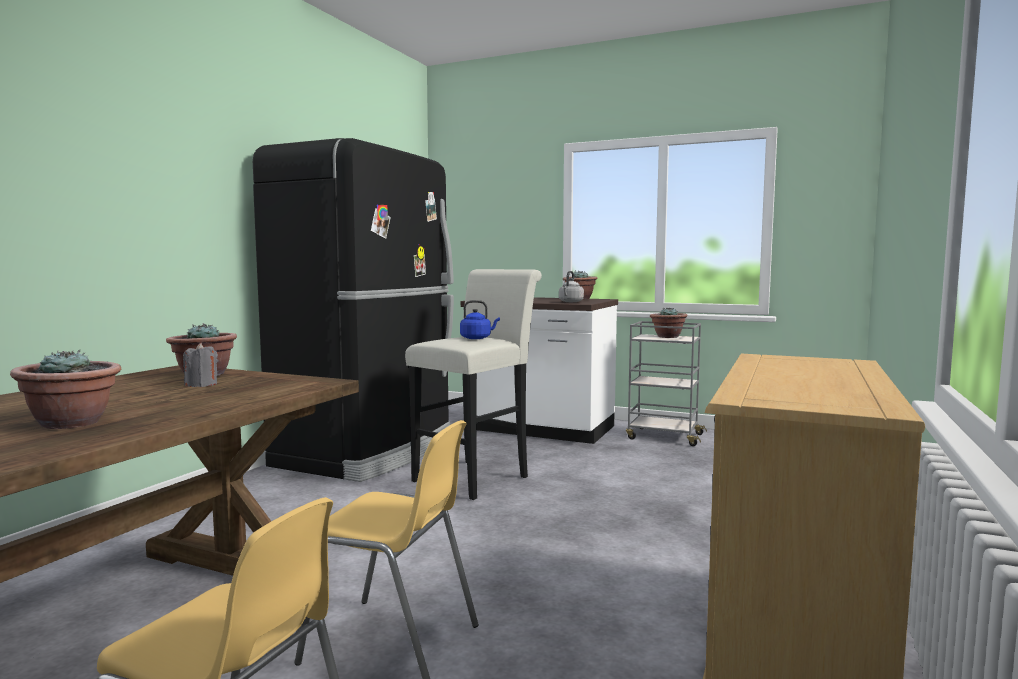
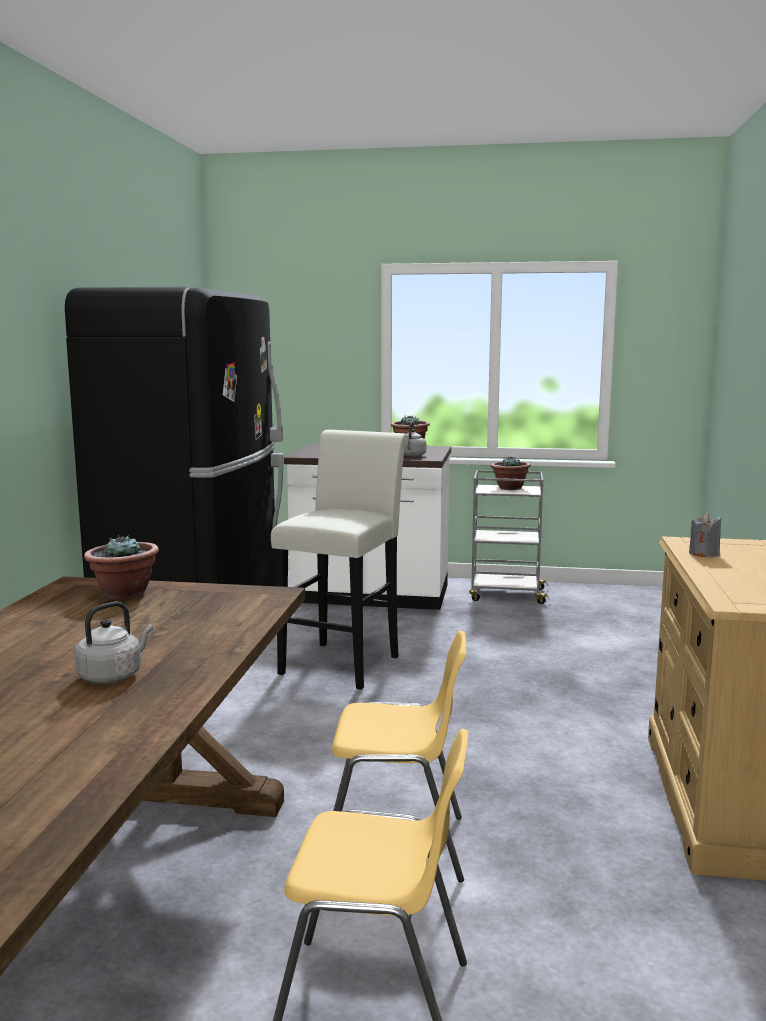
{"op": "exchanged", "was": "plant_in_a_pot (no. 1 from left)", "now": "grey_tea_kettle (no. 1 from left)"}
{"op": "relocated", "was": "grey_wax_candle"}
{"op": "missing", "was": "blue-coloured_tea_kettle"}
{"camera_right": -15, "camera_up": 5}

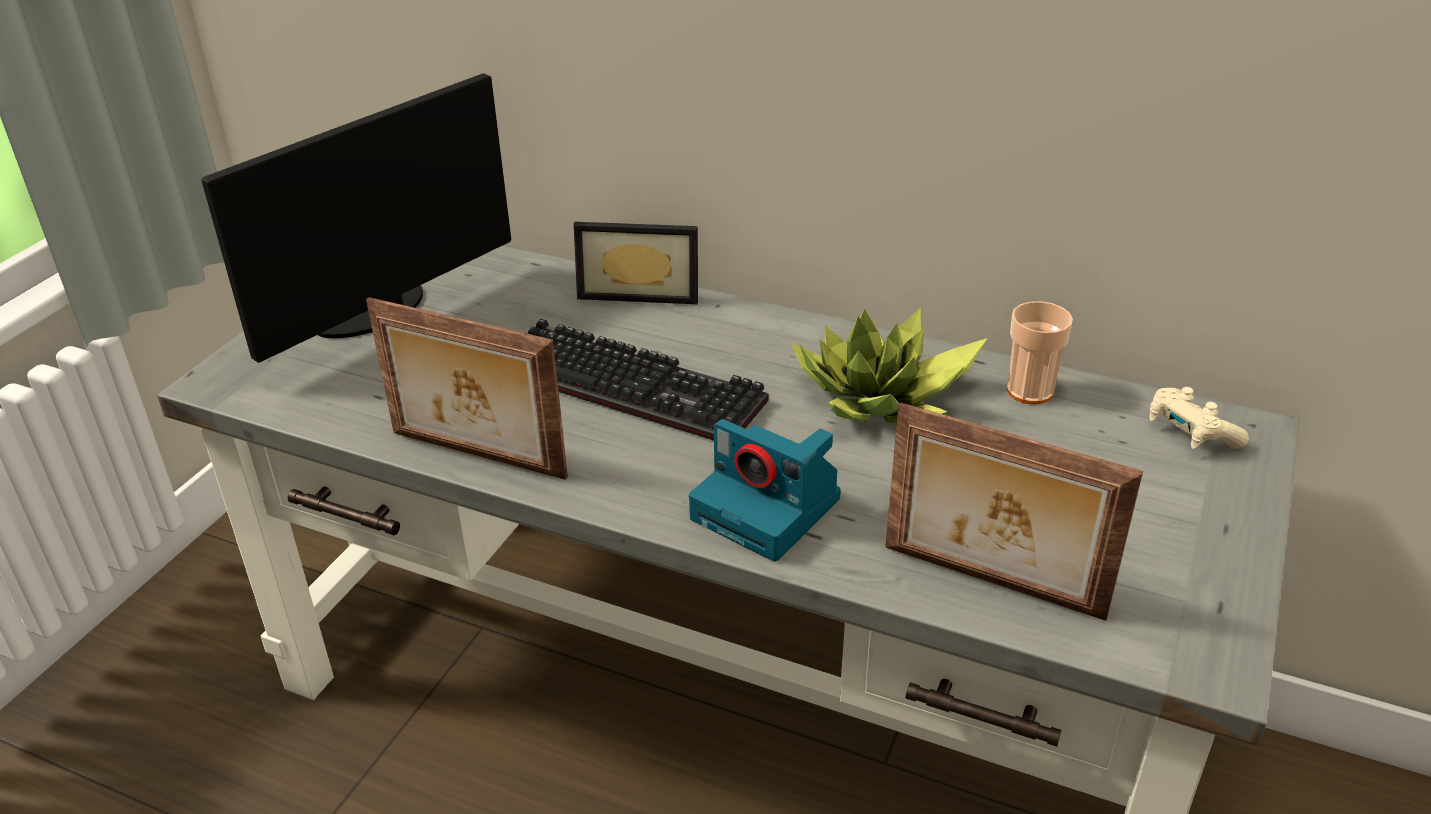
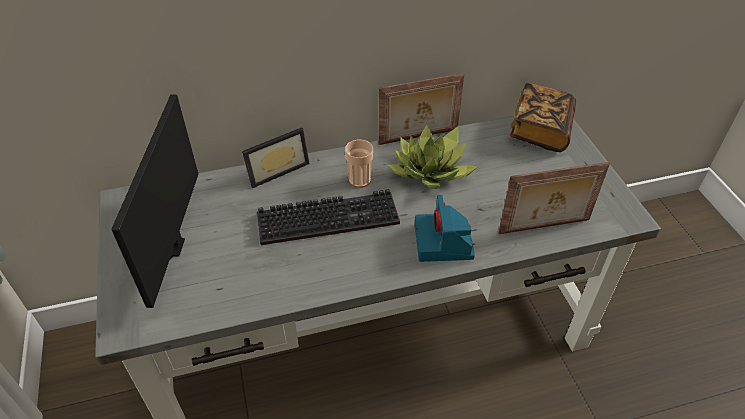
{"op": "relocated", "was": "standing_frame (no. 1 from left in the first image)", "now": "standing_frame (no. 2 from left)"}
{"op": "spun", "was": "still_camera", "clockwise": 90}
{"op": "relocated", "was": "small_cup"}
{"op": "exchanged", "was": "beige-coloured_gamepad", "now": "book"}
{"camera_right": -40, "camera_up": 10}

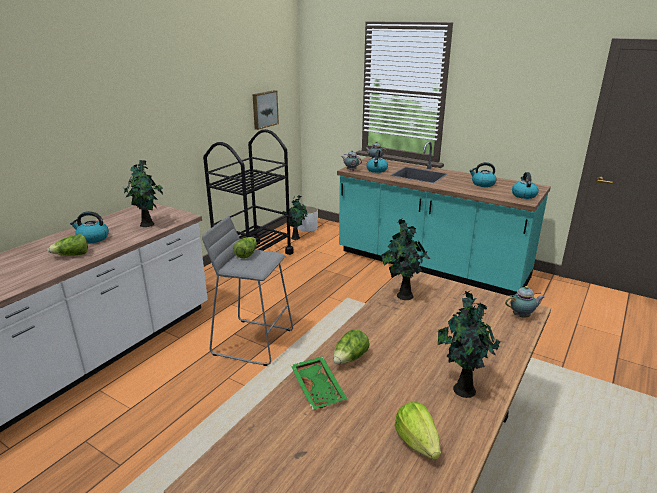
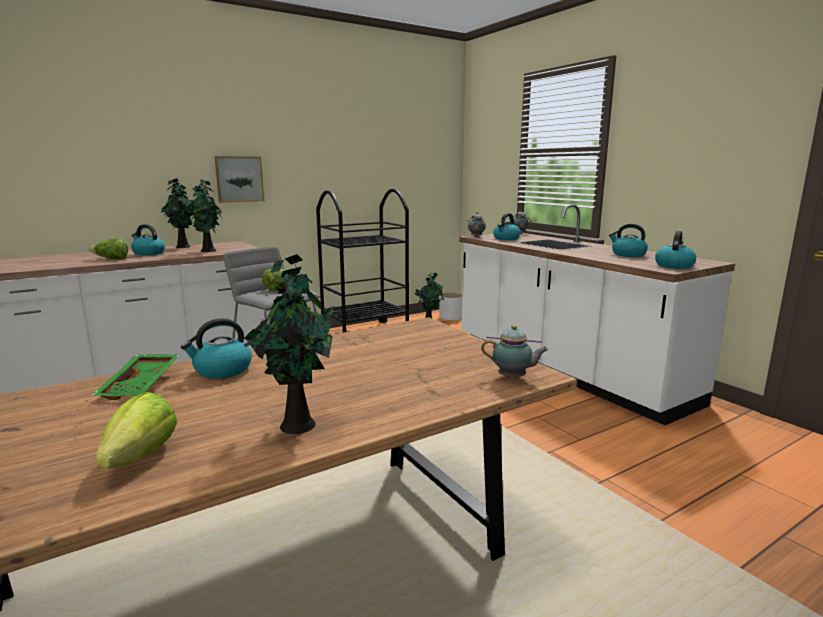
{"op": "relocated", "was": "wall_art"}
{"op": "exchanged", "was": "lettuce_head (no. 3 from left)", "now": "tea_kettle (no. 2 from left)"}
{"op": "colour", "was": "blue-green_kitchen_counter", "now": "white-coloured_kitchen_counter (no. 2 from left)"}
{"op": "relocated", "was": "plant_in_a_pot (no. 3 from left in the first image)", "now": "plant_in_a_pot (no. 1 from left)"}
{"camera_right": 25, "camera_up": -10}

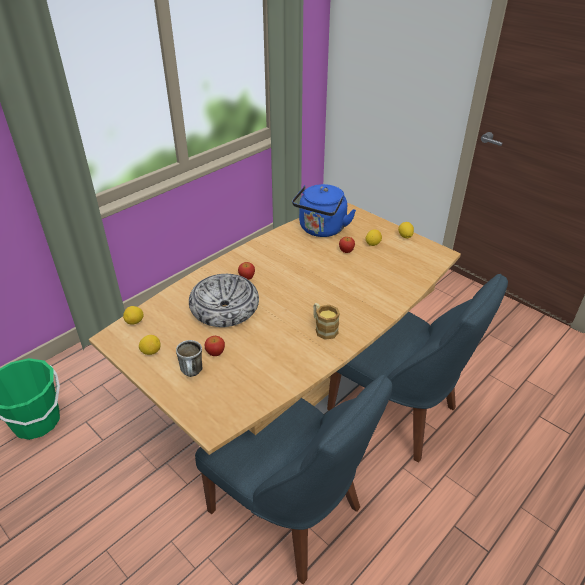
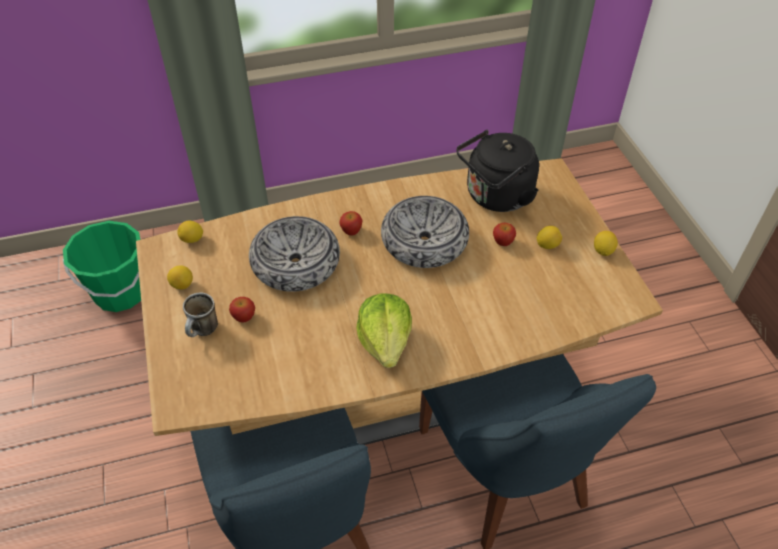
{"op": "colour", "was": "blue-coloured_tea_kettle", "now": "blackish_tea_kettle"}
{"op": "exchanged", "was": "tea_mug (no. 2 from left)", "now": "lettuce_head"}
{"op": "appeared", "now": "deep_dish (no. 2 from left)"}
{"camera_right": 30, "camera_up": 10}

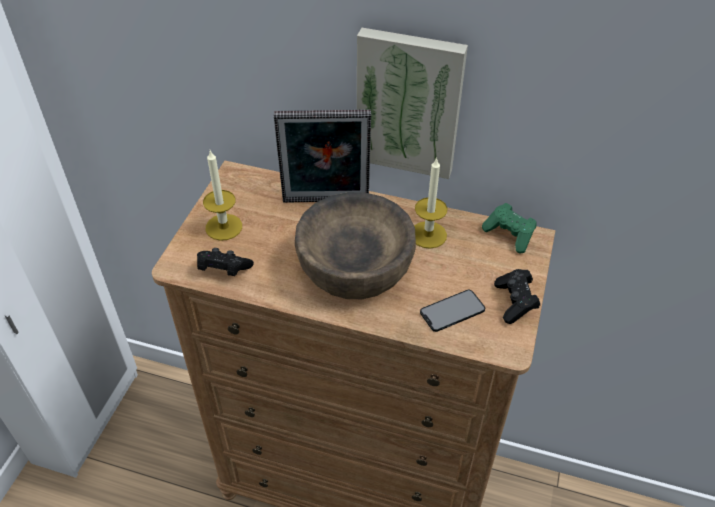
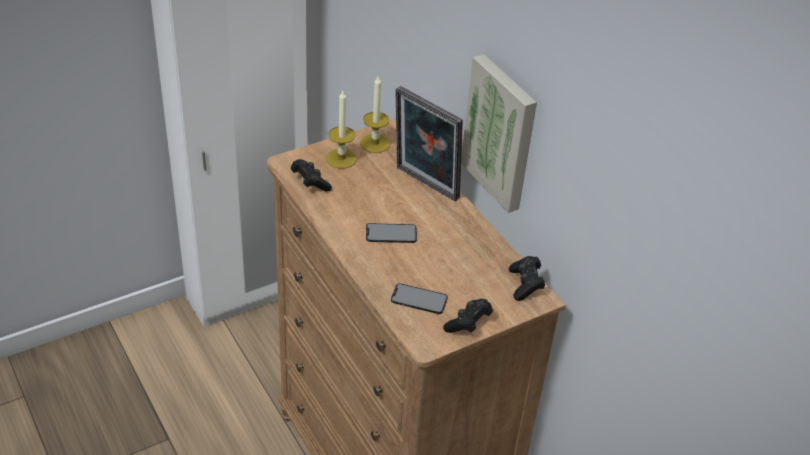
{"op": "exchanged", "was": "brown_deep_dish", "now": "handset (no. 1 from left)"}
{"op": "relocated", "was": "wax_candle (no. 2 from left)"}
{"op": "colour", "was": "greenish_gamepad", "now": "blackish_gamepad (no. 3 from left)"}
{"camera_right": 40, "camera_up": -5}

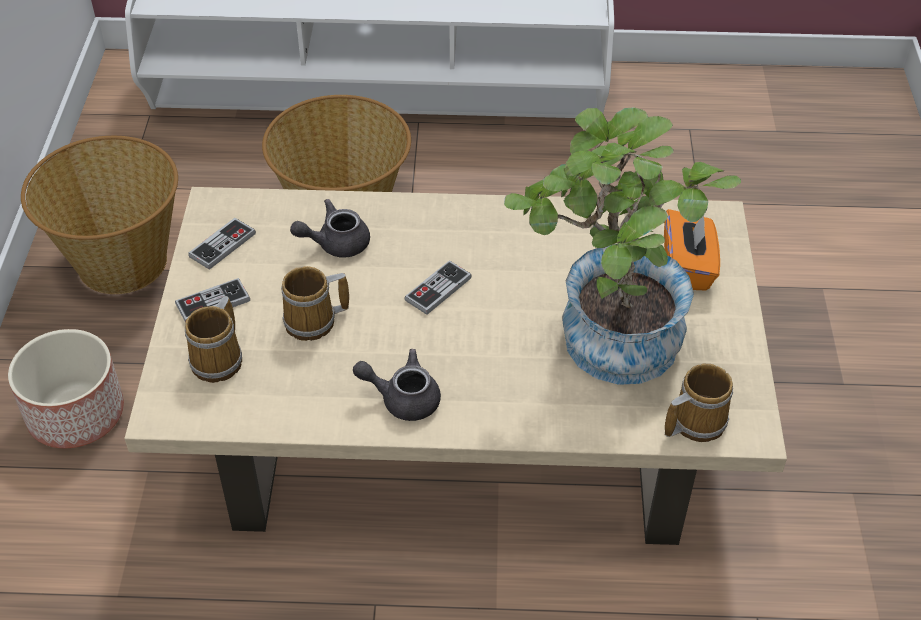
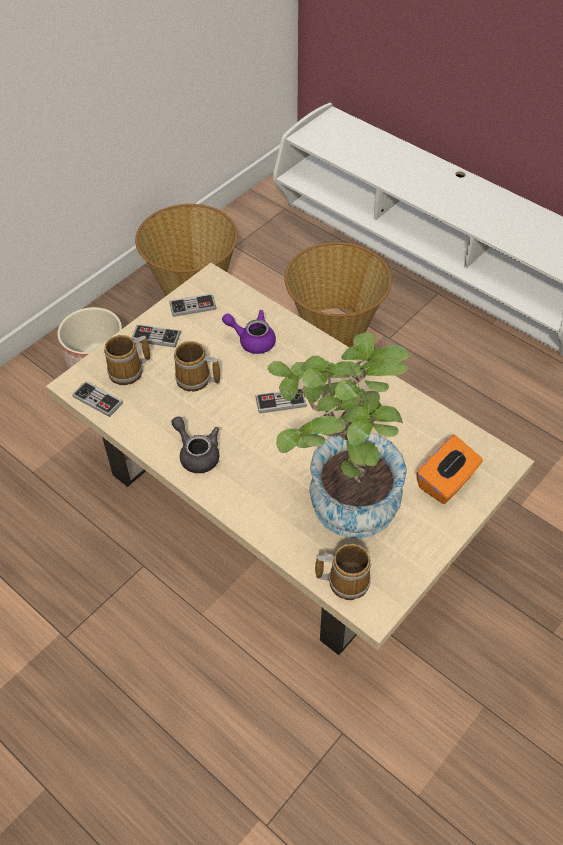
{"op": "colour", "was": "grey_tea_pot (no. 1 from left)", "now": "purple_tea_pot"}
{"op": "appeared", "now": "gamepad (no. 1 from left)"}
{"camera_right": 40, "camera_up": 5}

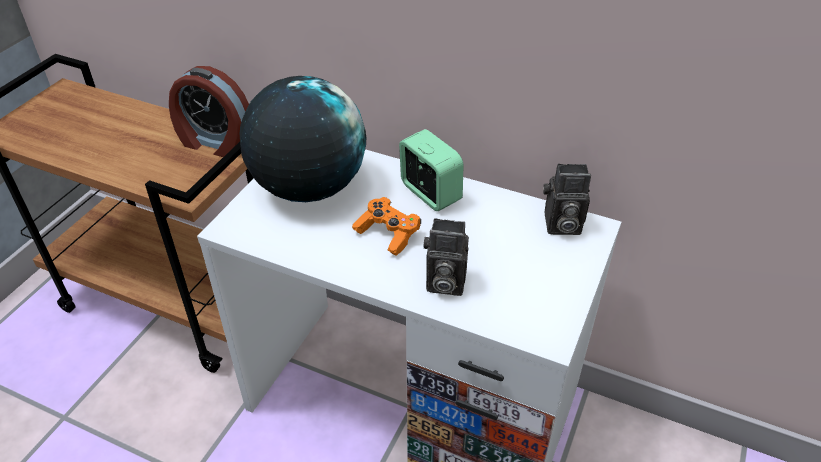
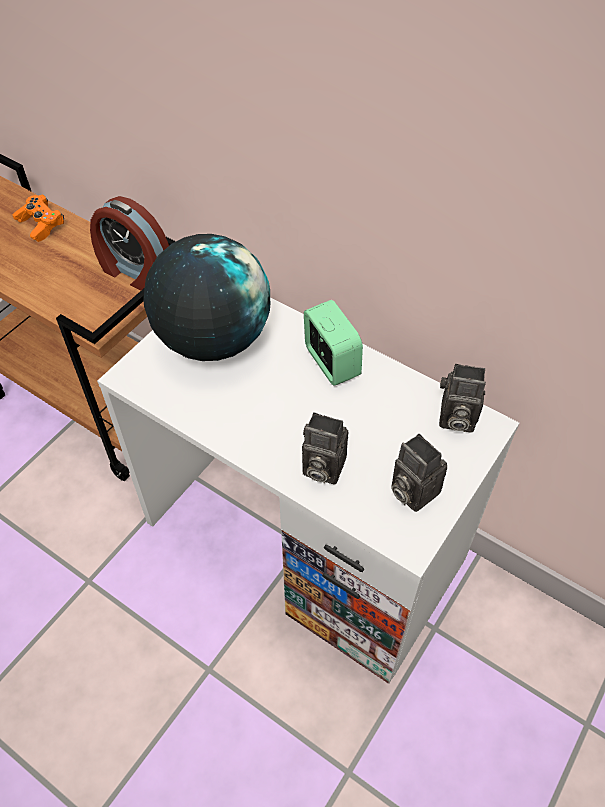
{"op": "relocated", "was": "orangey_gamepad"}
{"op": "appeared", "now": "still_camera (no. 2 from left)"}
{"camera_right": 10, "camera_up": 10}

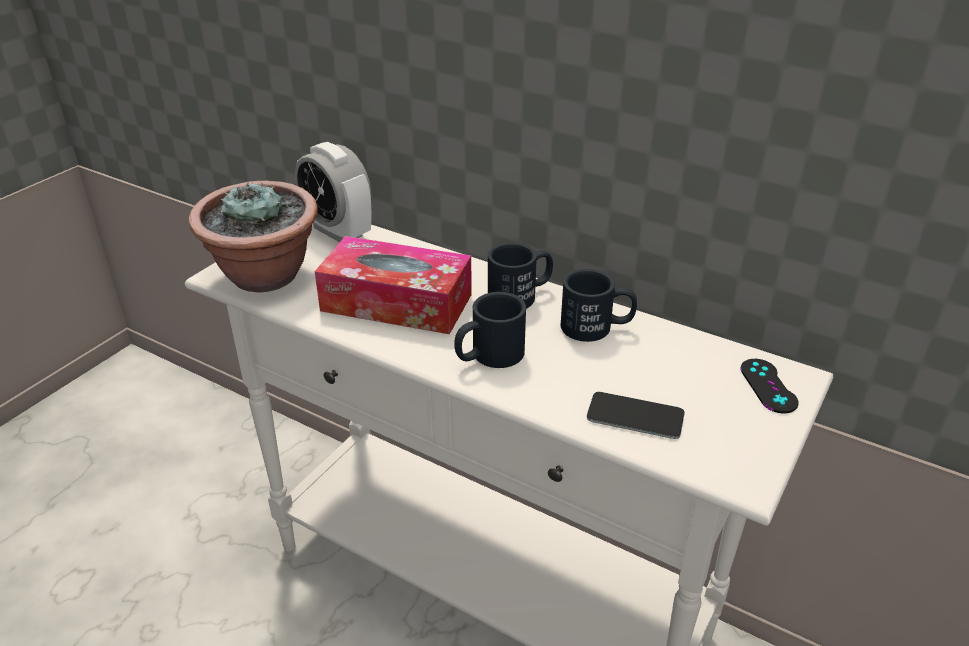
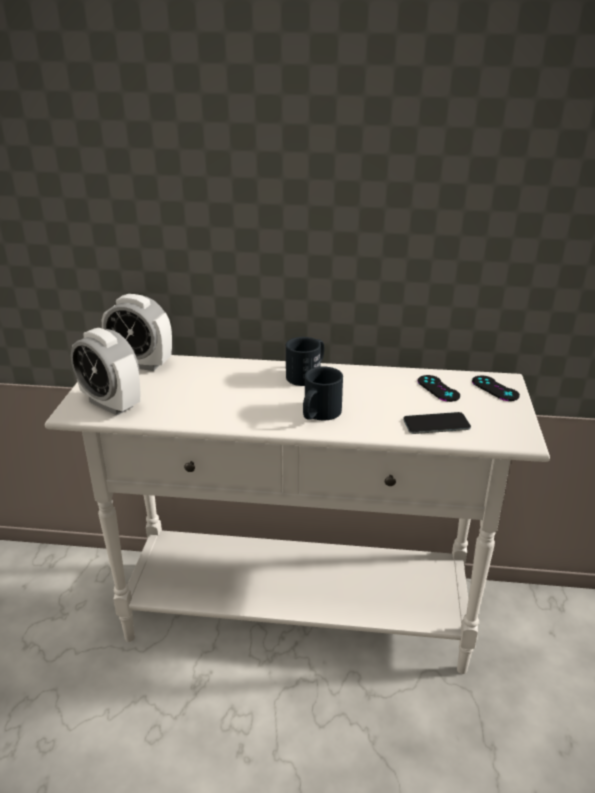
{"op": "exchanged", "was": "plant_in_a_pot", "now": "alarm_clock (no. 1 from left)"}
{"op": "missing", "was": "tissue_box"}
{"op": "missing", "was": "blackish_tea_mug (no. 3 from left)"}
{"op": "appeared", "now": "blackish_gamepad (no. 1 from left)"}
{"camera_right": -25, "camera_up": -5}

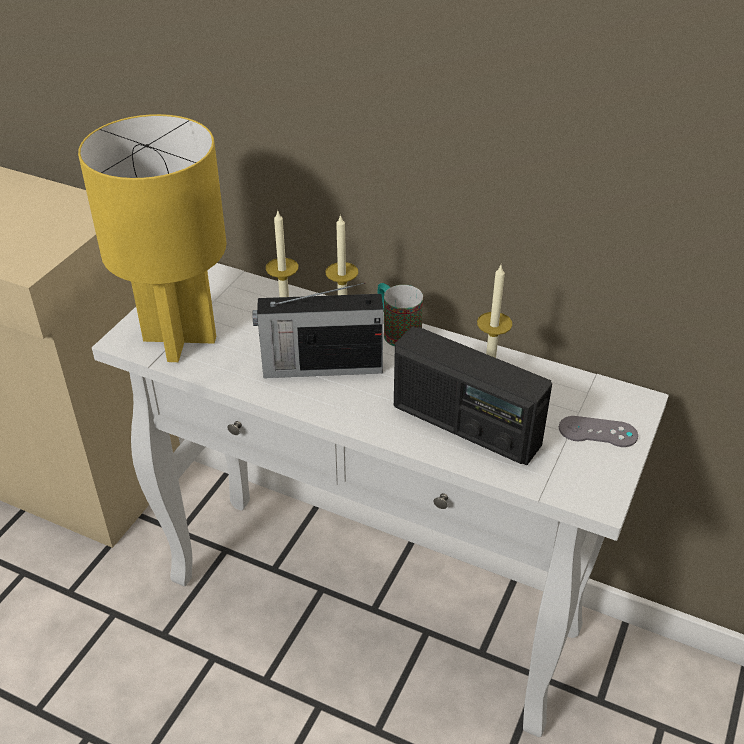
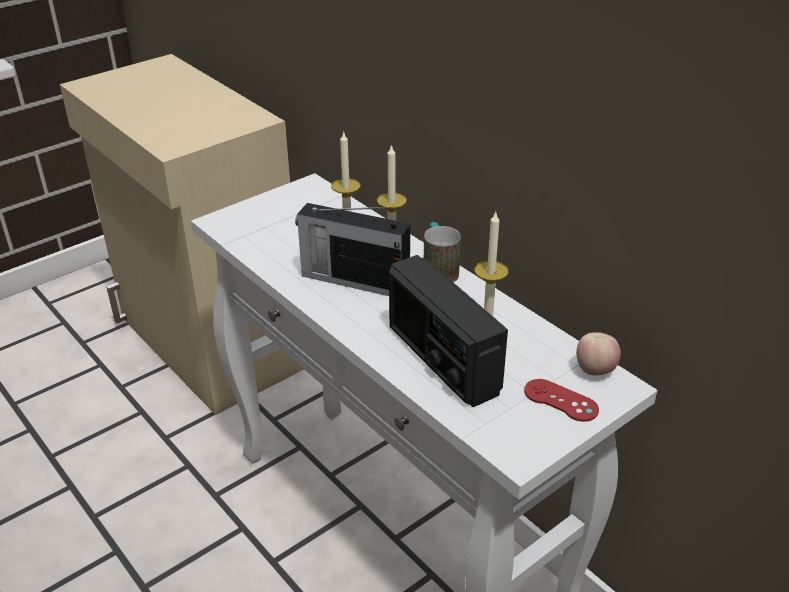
{"op": "missing", "was": "yellow_table_lamp"}
{"op": "colour", "was": "grey_gamepad", "now": "red_gamepad"}
{"op": "appeared", "now": "apple_fruit"}
{"camera_right": 25, "camera_up": -5}

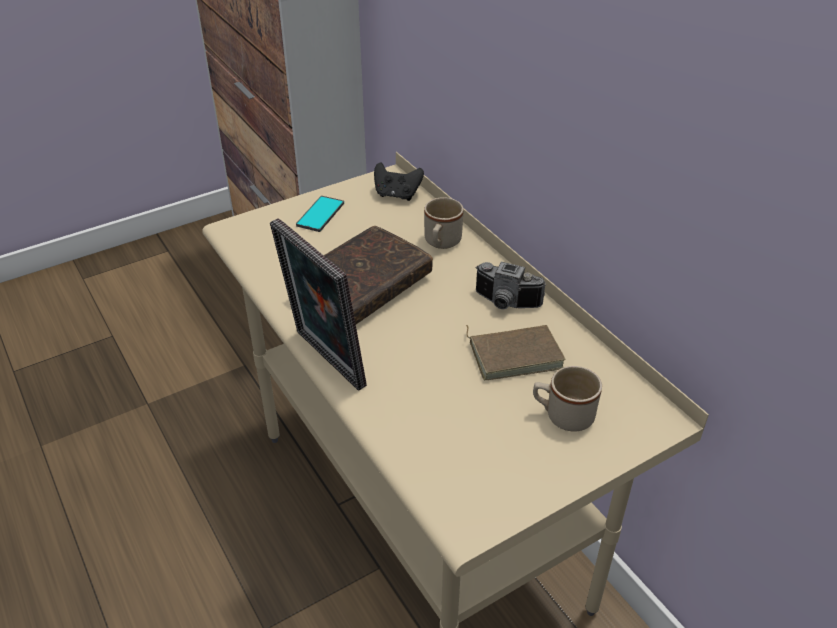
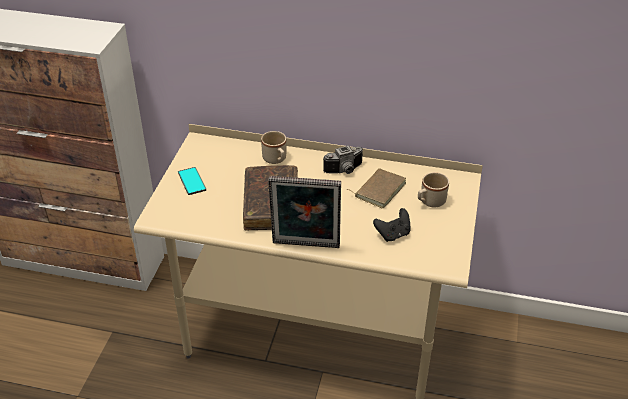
{"op": "relocated", "was": "blackish_gamepad"}
{"camera_right": -45, "camera_up": 0}

